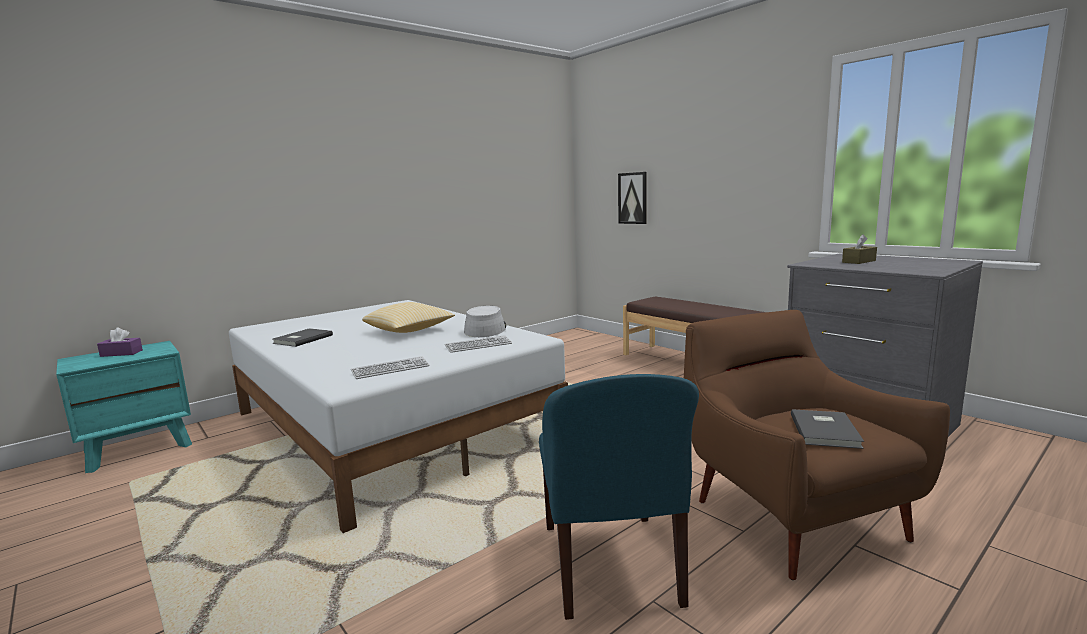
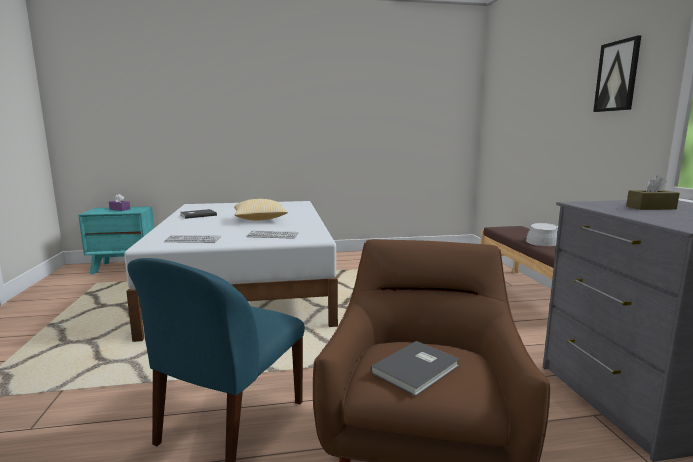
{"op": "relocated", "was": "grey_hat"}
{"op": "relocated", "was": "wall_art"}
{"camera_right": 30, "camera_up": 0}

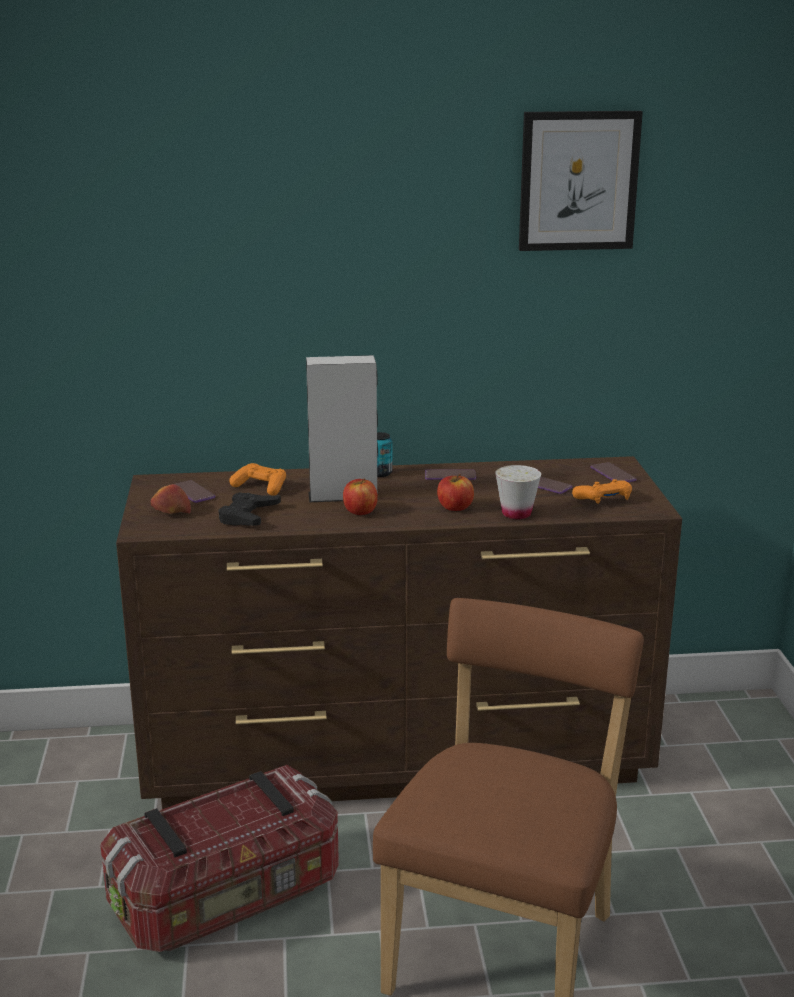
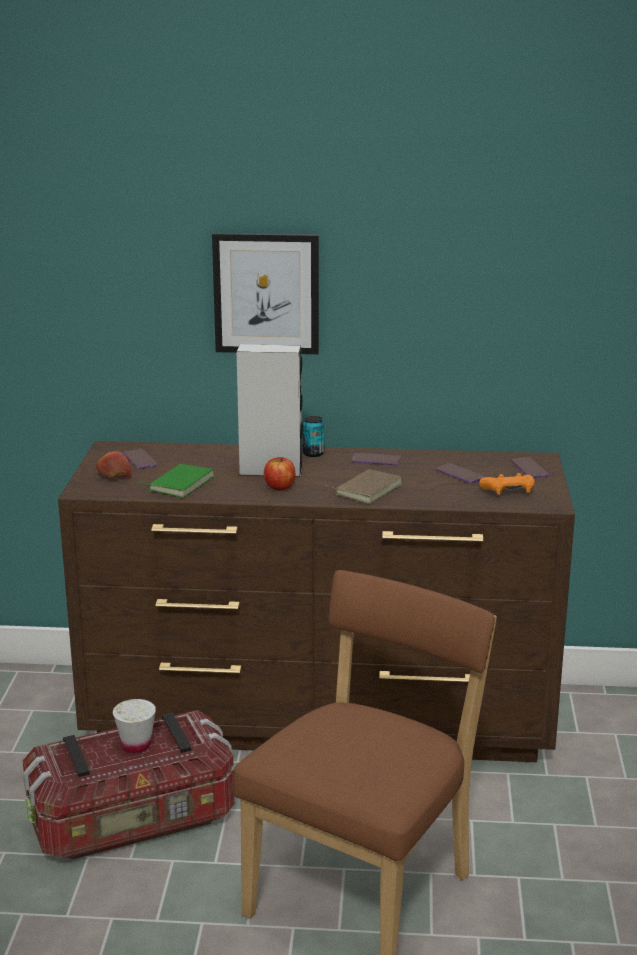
{"op": "exchanged", "was": "blackish_gamepad", "now": "greenish_book"}
{"op": "missing", "was": "orangey_gamepad (no. 1 from left)"}
{"op": "exchanged", "was": "apple_fruit (no. 3 from left)", "now": "brown_book"}
{"op": "relocated", "was": "white-coloured_small_cup"}
{"op": "relocated", "was": "wall_art"}
{"camera_right": 10, "camera_up": 0}

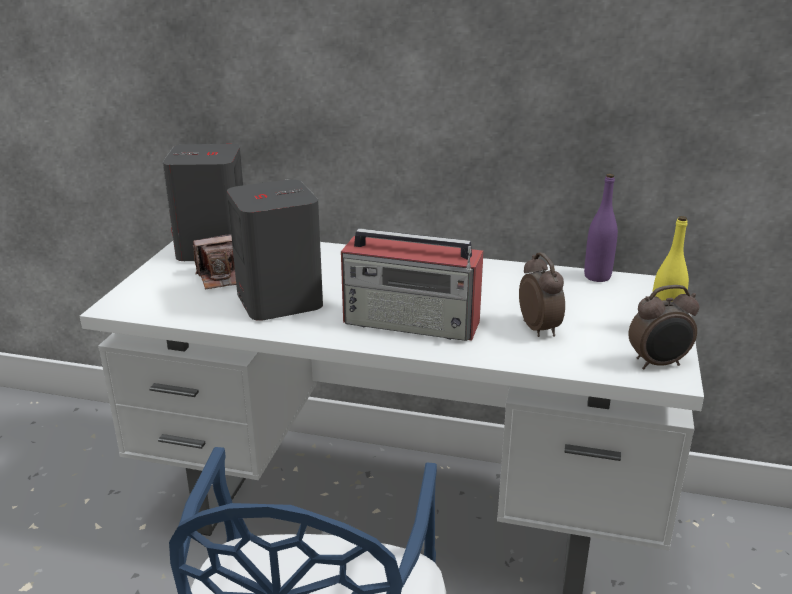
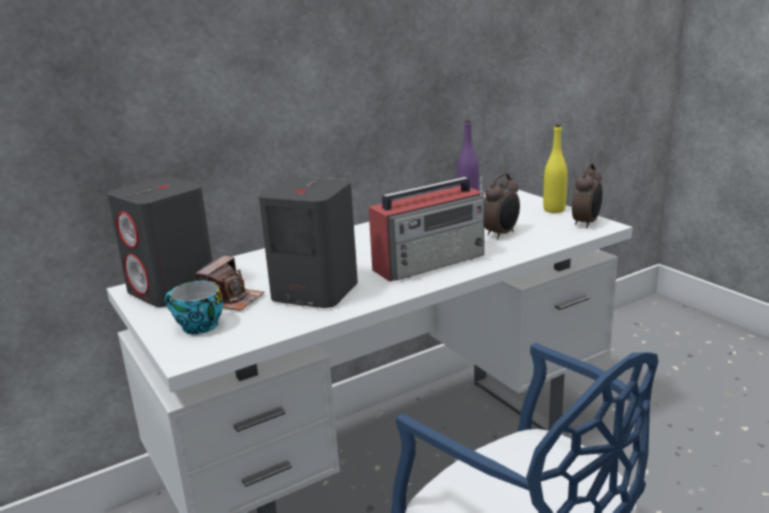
{"op": "spun", "was": "alarm_clock (no. 1 from left)", "clockwise": 105}
{"op": "appeared", "now": "small_cup"}
{"camera_right": -45, "camera_up": -5}

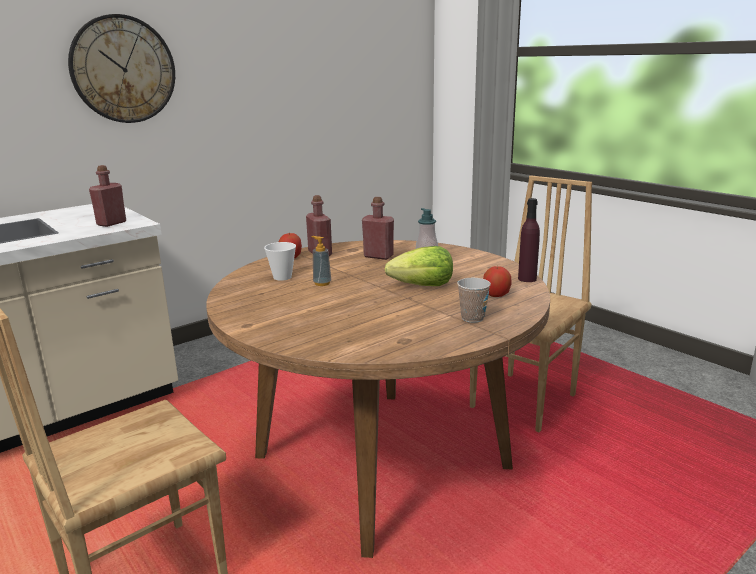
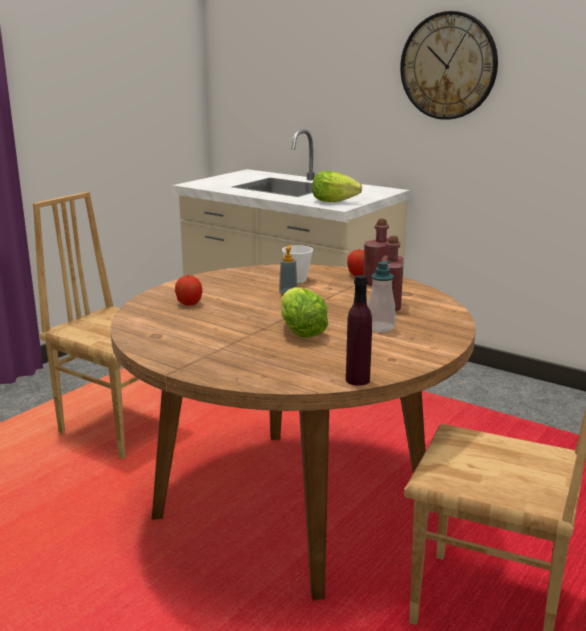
{"op": "exchanged", "was": "red_beverage_bottle (no. 1 from left)", "now": "lettuce_head (no. 2 from left)"}
{"op": "missing", "was": "small_cup (no. 2 from left)"}
{"op": "relocated", "was": "apple_fruit (no. 2 from left in the first image)", "now": "apple_fruit (no. 1 from left)"}
{"camera_right": 75, "camera_up": 0}

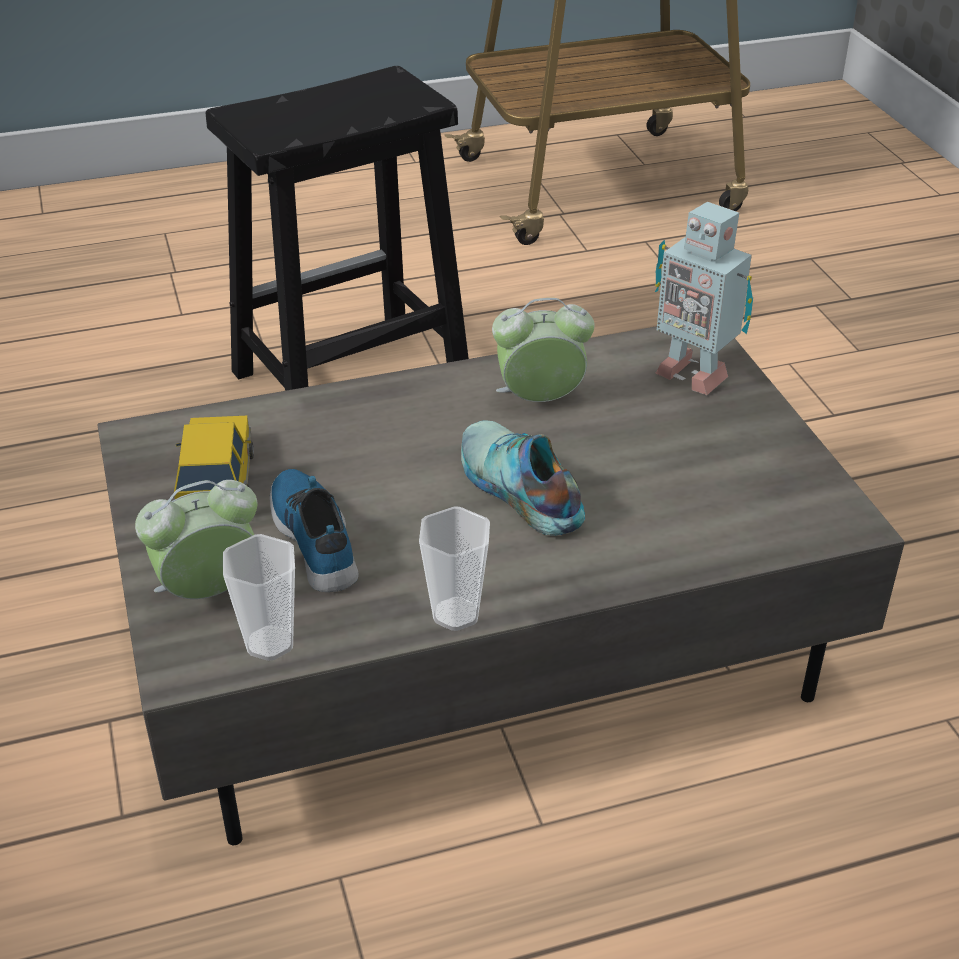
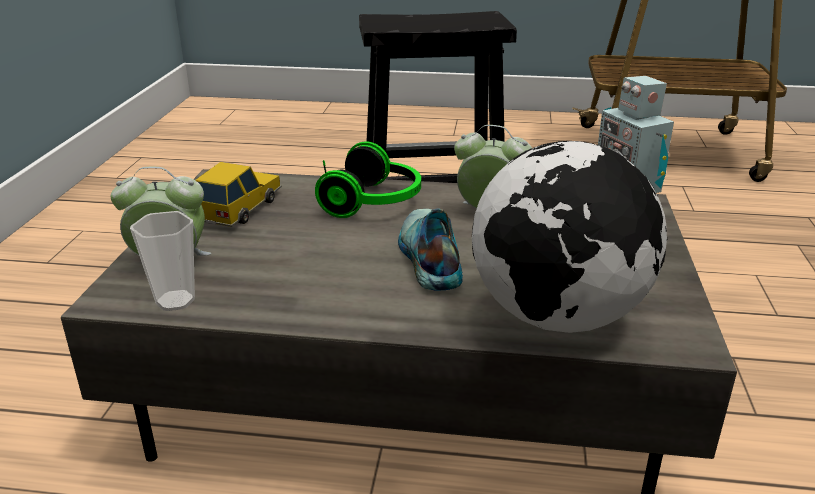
{"op": "missing", "was": "shoe (no. 1 from left)"}
{"op": "missing", "was": "small_cup (no. 2 from left)"}
{"op": "appeared", "now": "headphones"}
{"op": "appeared", "now": "world_globe"}
{"camera_right": 25, "camera_up": -10}

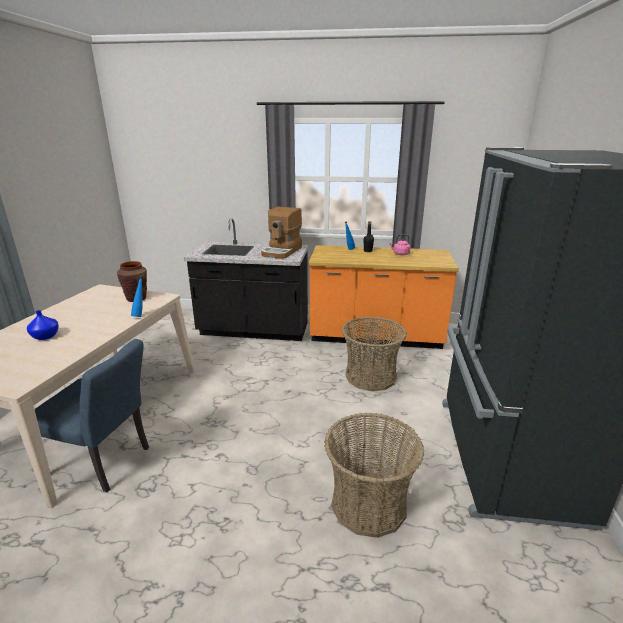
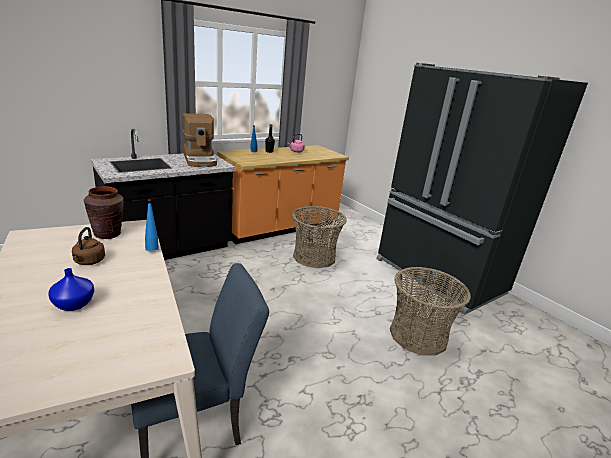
{"op": "appeared", "now": "brown_tea_kettle"}
{"camera_right": -45, "camera_up": 0}

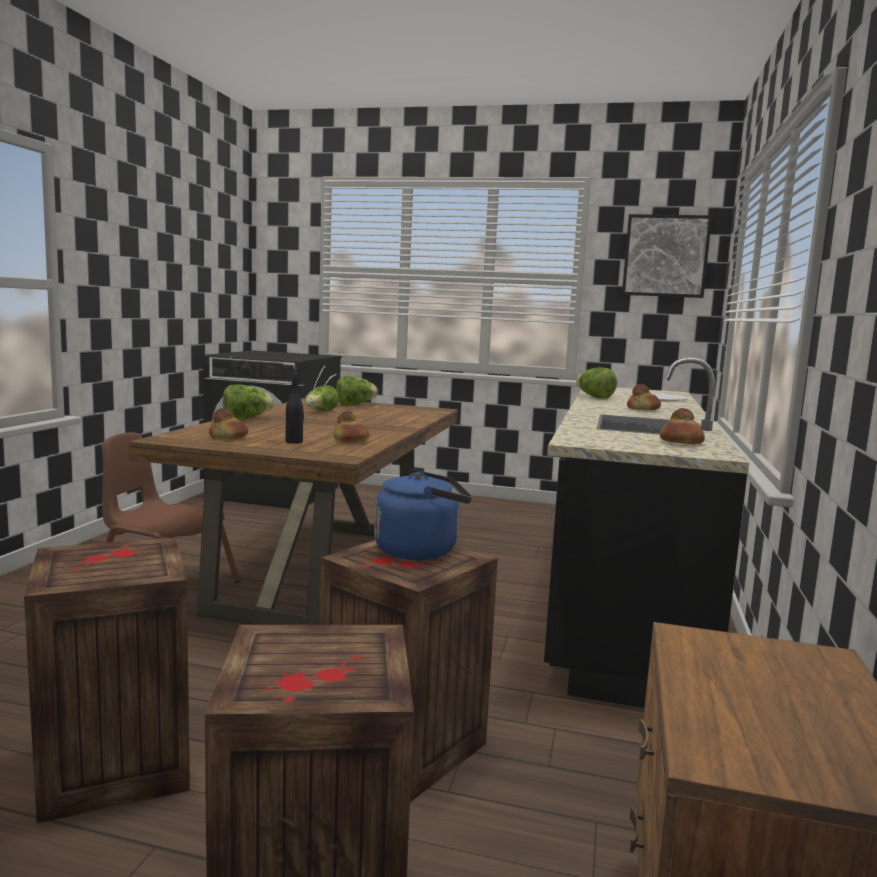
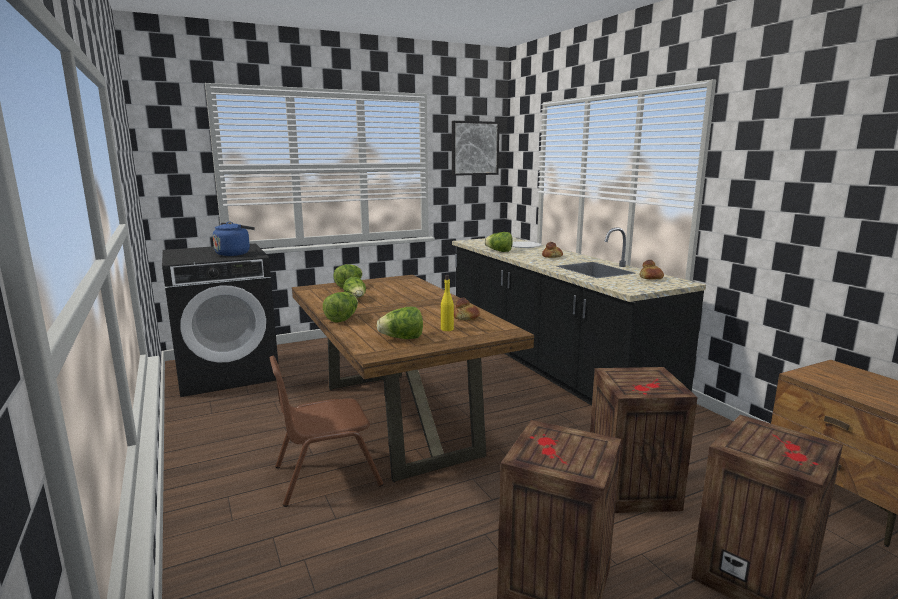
{"op": "exchanged", "was": "baked_bread (no. 1 from left)", "now": "lettuce_head (no. 4 from left)"}
{"op": "colour", "was": "blackish_beverage_bottle", "now": "yellow_beverage_bottle"}
{"op": "relocated", "was": "blue-coloured_tea_kettle"}
{"camera_right": -40, "camera_up": 5}

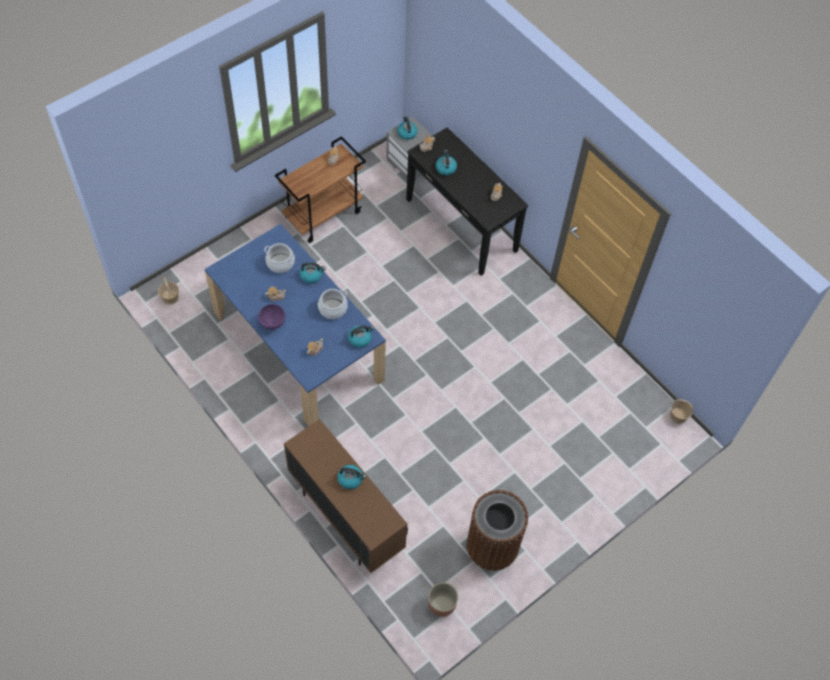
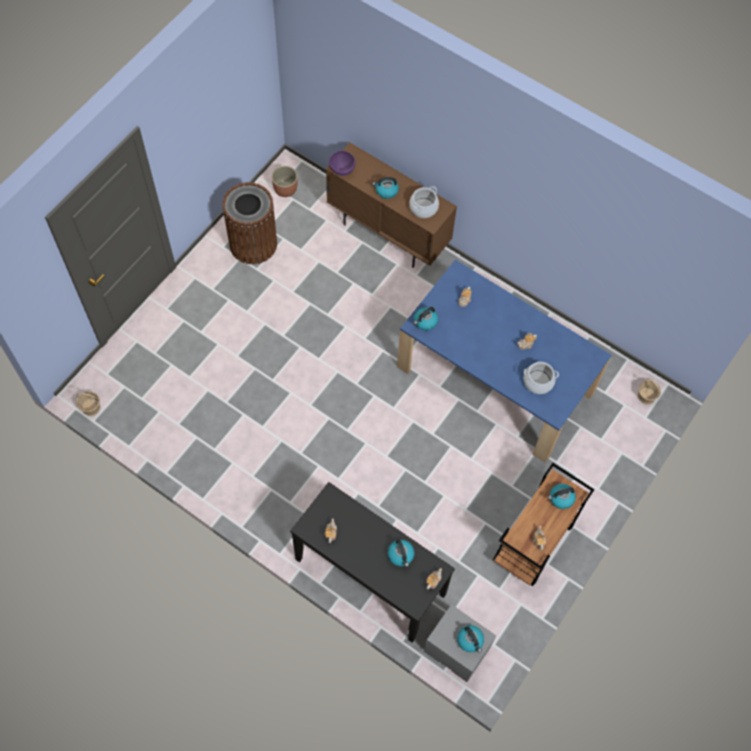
{"op": "relocated", "was": "purple_deep_dish"}
{"op": "relocated", "was": "tea_kettle (no. 1 from left in the first image)", "now": "tea_kettle (no. 5 from left)"}
{"op": "relocated", "was": "cooking_pot (no. 2 from left in the first image)", "now": "cooking_pot (no. 1 from left)"}
{"camera_right": 165, "camera_up": 5}

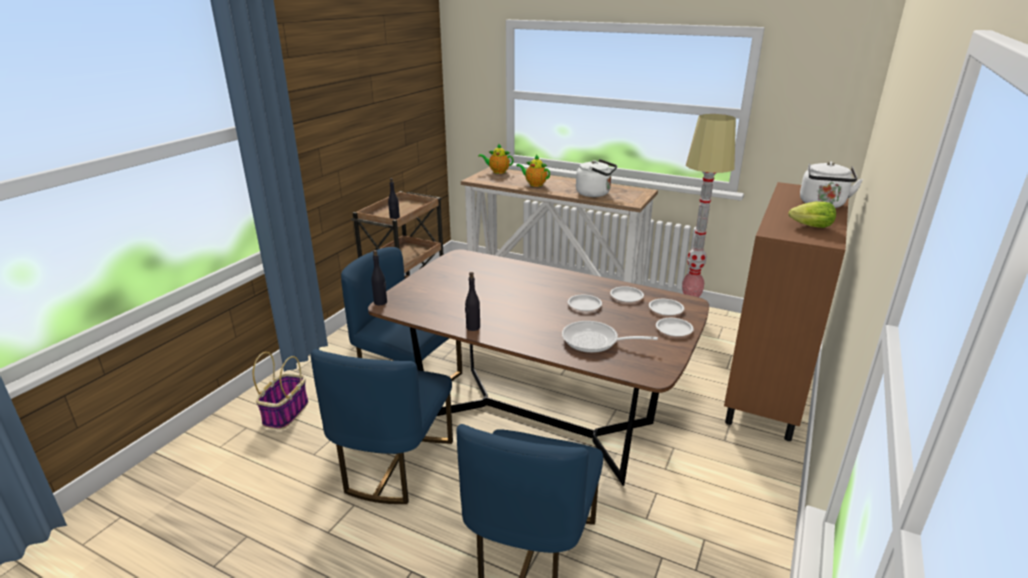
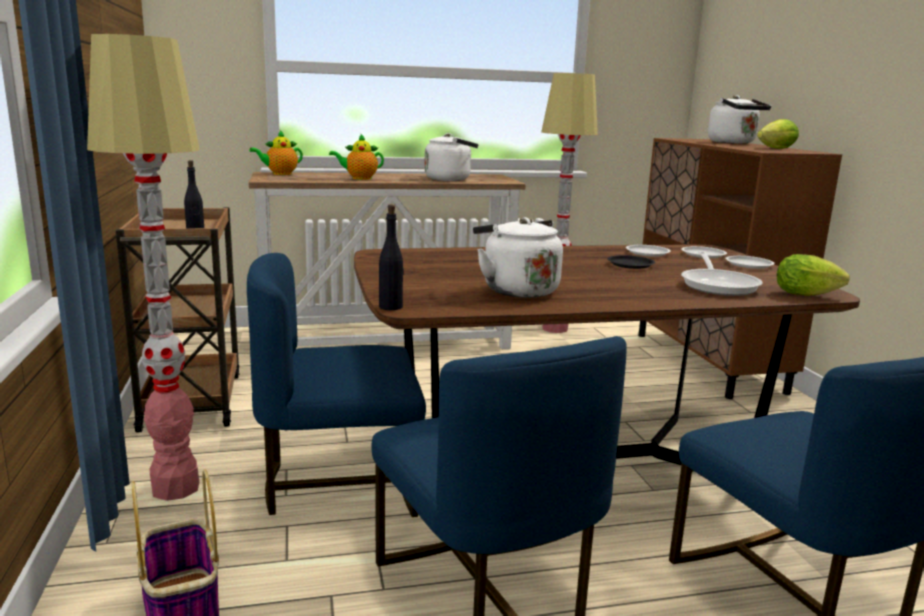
{"op": "missing", "was": "blackish_beverage_bottle (no. 3 from left)"}
{"op": "spun", "was": "frying_pan", "clockwise": -60}
{"op": "colour", "was": "white-coloured_plate (no. 1 from left)", "now": "blackish_plate"}
{"op": "appeared", "now": "standard_lamp (no. 1 from left)"}
{"op": "appeared", "now": "white-coloured_tea_kettle (no. 2 from left)"}
{"op": "appeared", "now": "lettuce_head (no. 2 from left)"}
{"camera_right": -40, "camera_up": -10}

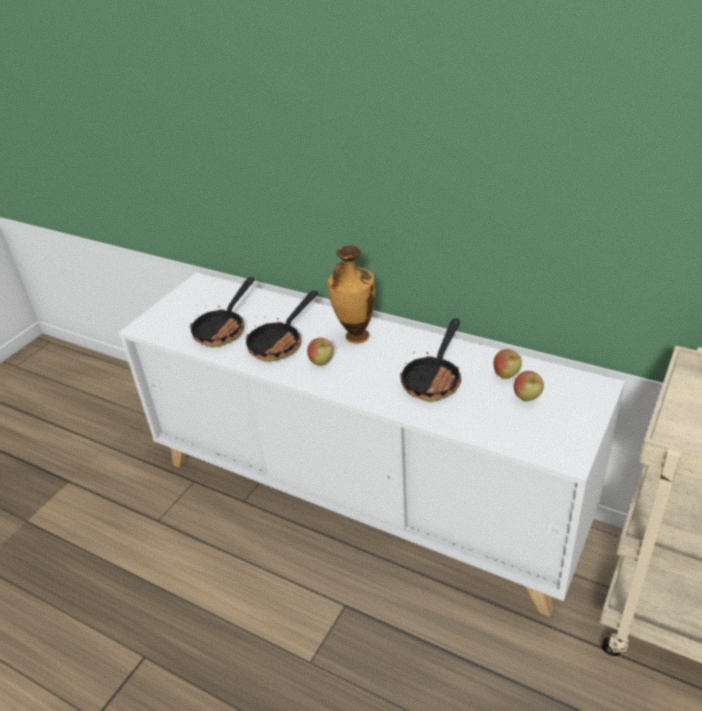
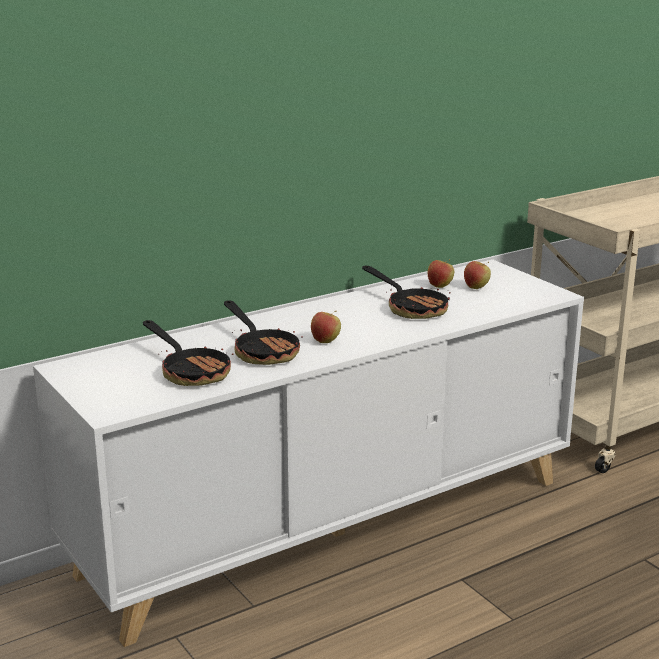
{"op": "missing", "was": "flower_vase"}
{"camera_right": -65, "camera_up": -15}

